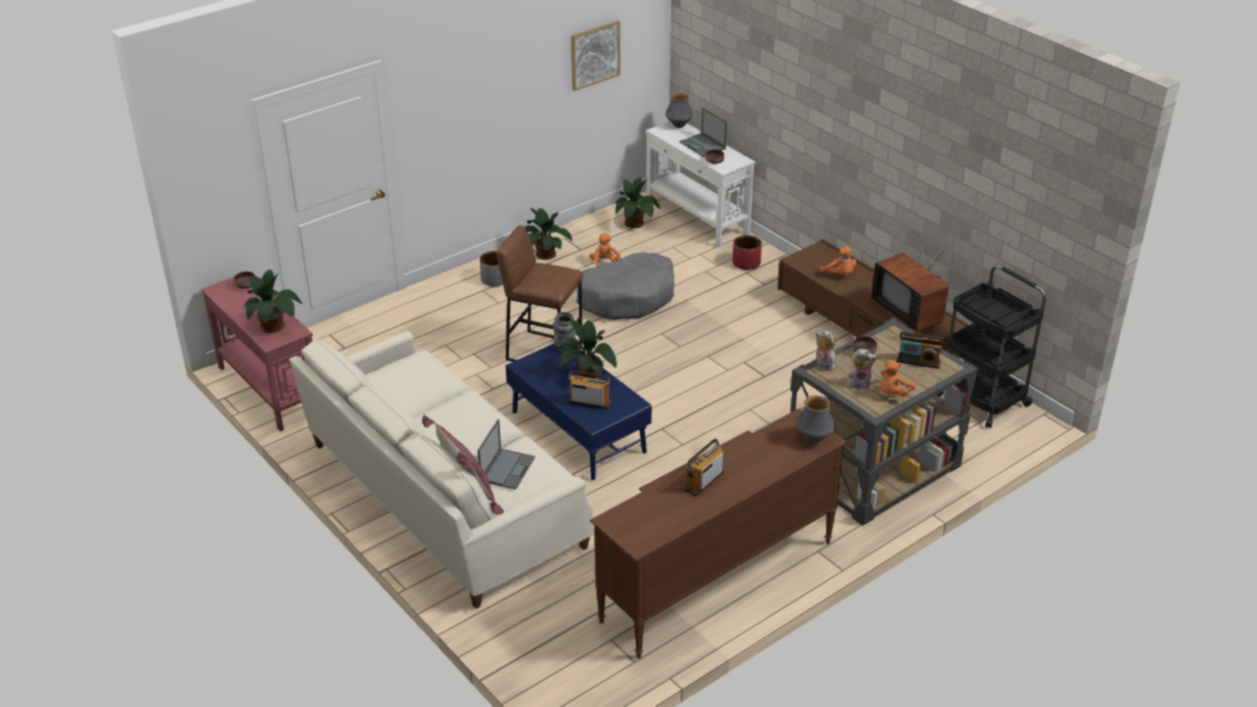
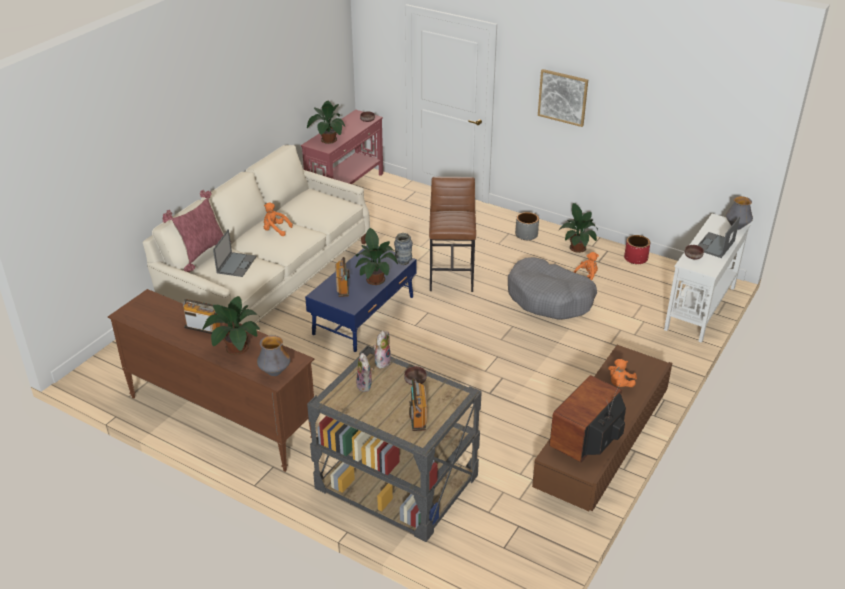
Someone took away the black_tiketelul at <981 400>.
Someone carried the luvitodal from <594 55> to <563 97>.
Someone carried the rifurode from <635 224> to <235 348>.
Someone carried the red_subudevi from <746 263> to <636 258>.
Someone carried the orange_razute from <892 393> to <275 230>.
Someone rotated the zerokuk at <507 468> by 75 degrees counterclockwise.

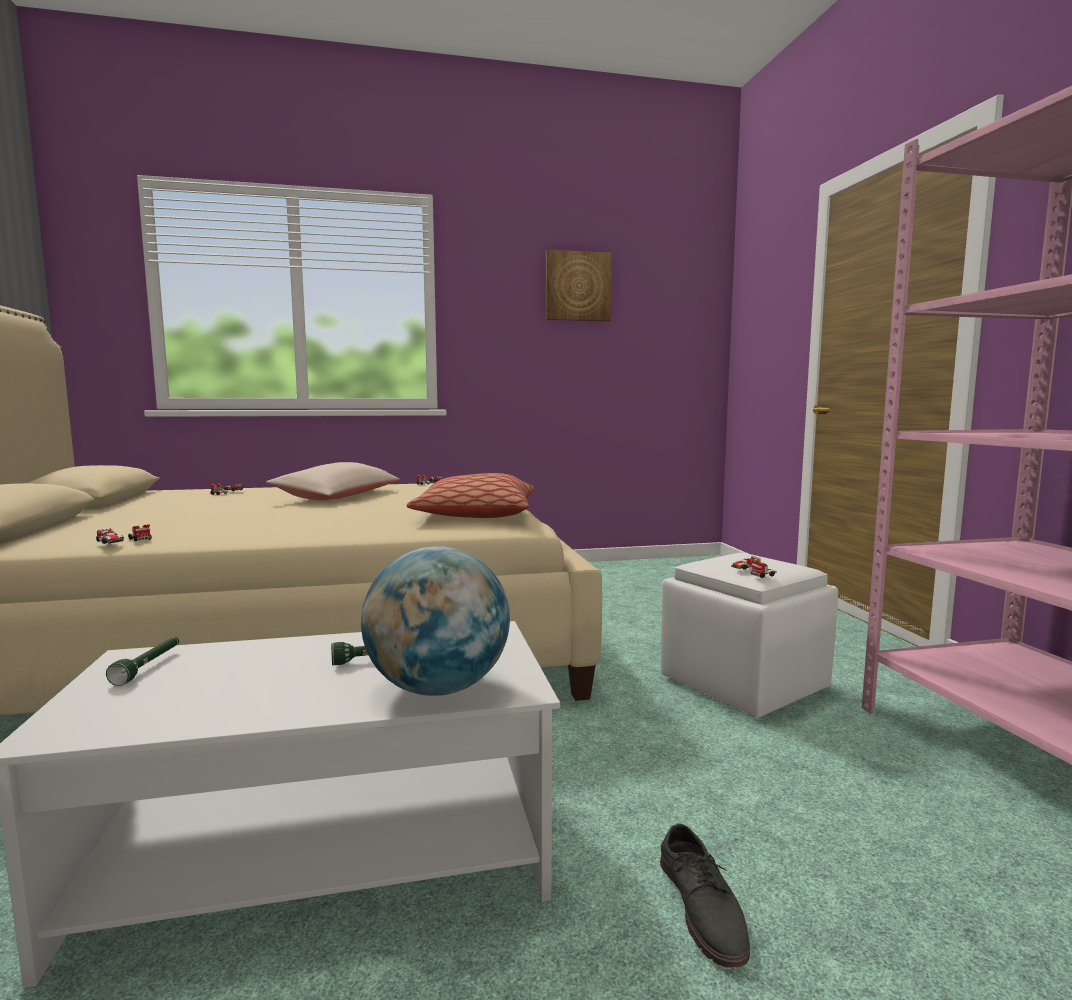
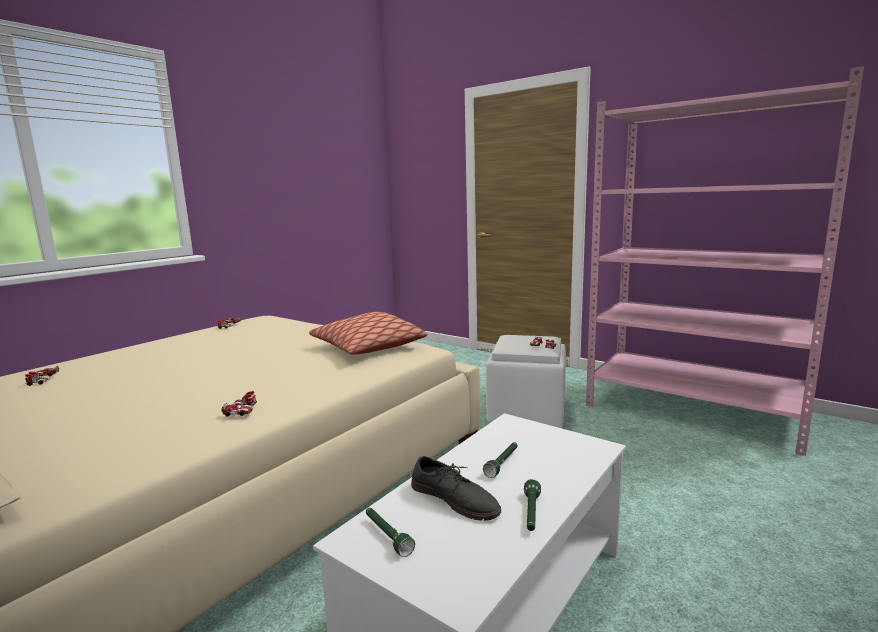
Someone took away the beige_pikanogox at <339 496>.
Someone took away the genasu at <437 689>.
Someone took away the luvitodal at <577 286>.
Someone put down the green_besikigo at <531 513>.
Someone carried the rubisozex from <125 542> to <242 410>.
Someone carried the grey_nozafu from <703 906> to <455 498>.

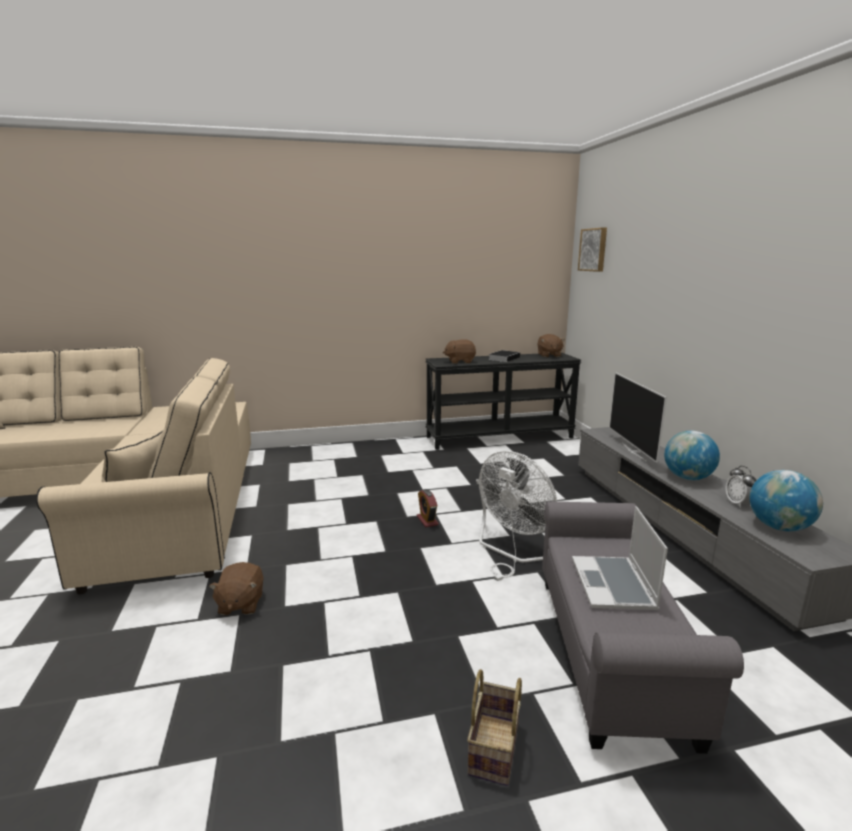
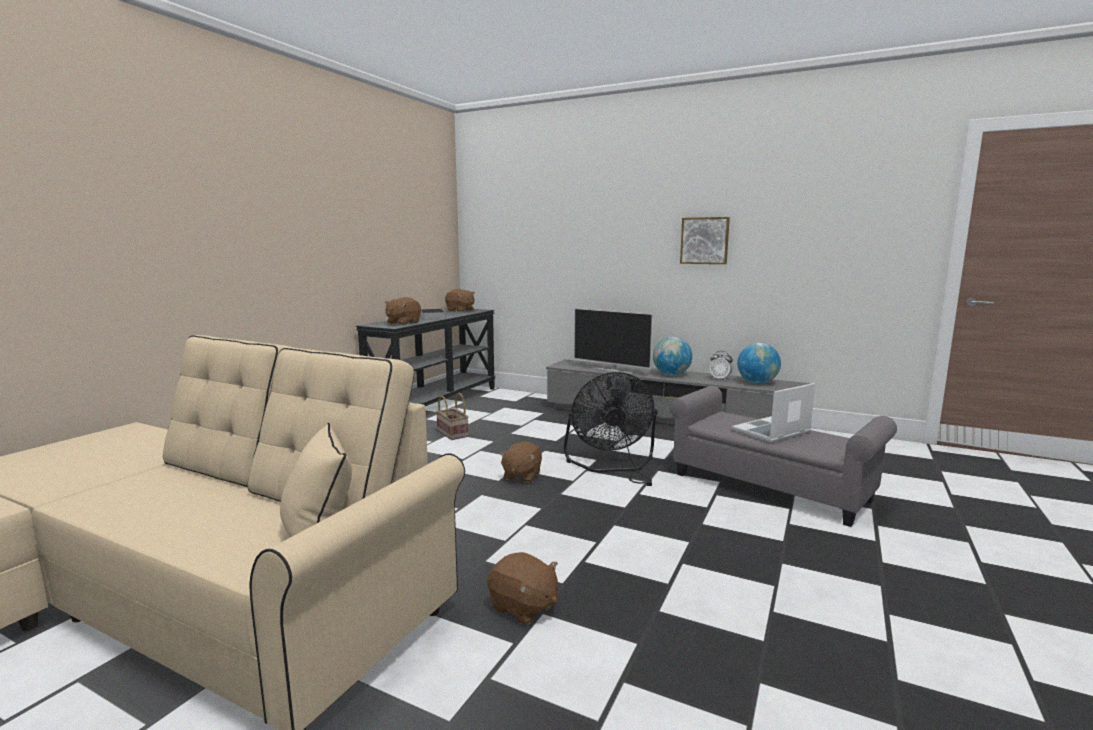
Someone carried the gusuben from <495 750> to <453 434>.
Someone carried the luvitodal from <593 250> to <704 240>.
Someone swapped the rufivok at <427 520> for the brown_razute at <521 476>.
Someone repainted the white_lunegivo at <510 550>, which became the black_lunegivo at <617 466>.
Someone rotated the zerokuk at <614 585> by 105 degrees clockwise.

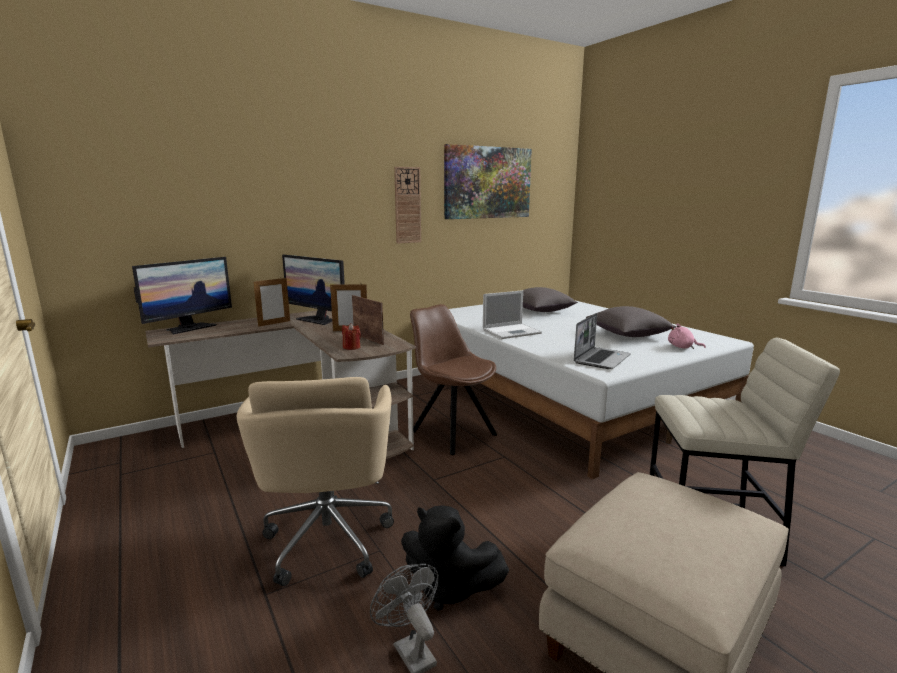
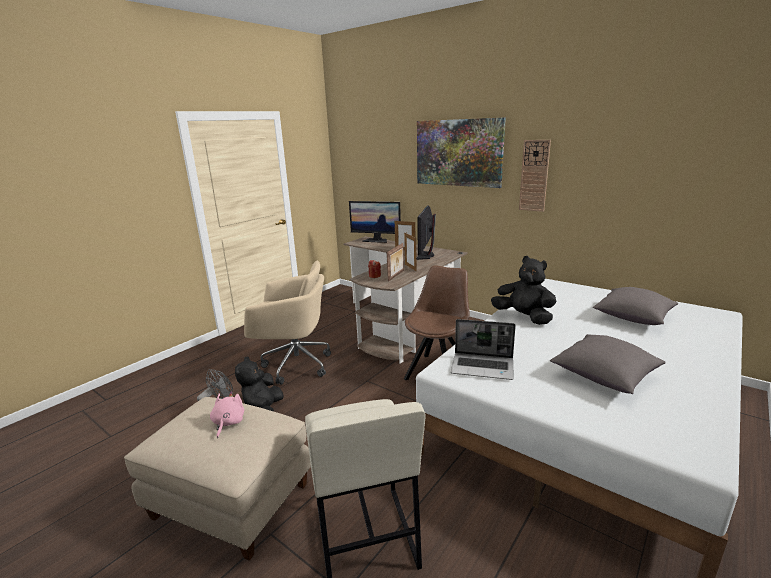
Someone carried the luvitodal from <488 183> to <458 153>.
Someone carried the pink_razute from <682 347> to <228 423>.
Someone swapped the zerokuk at <512 331> for the black_razute at <524 317>.
Someone rotated the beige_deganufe at <328 538> by 150 degrees counterclockwise.

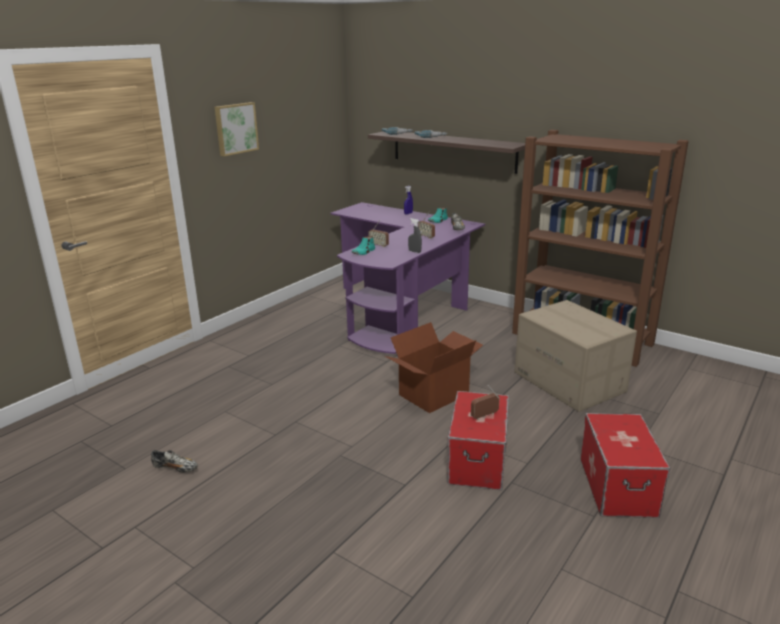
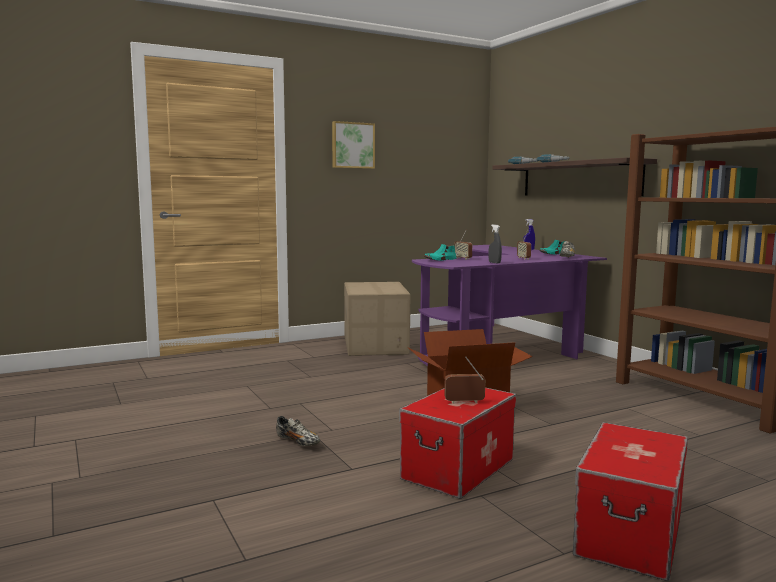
Someone carried the nozafu from <175 468> to <298 442>.
Someone carried the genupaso from <570 382> to <376 345>.

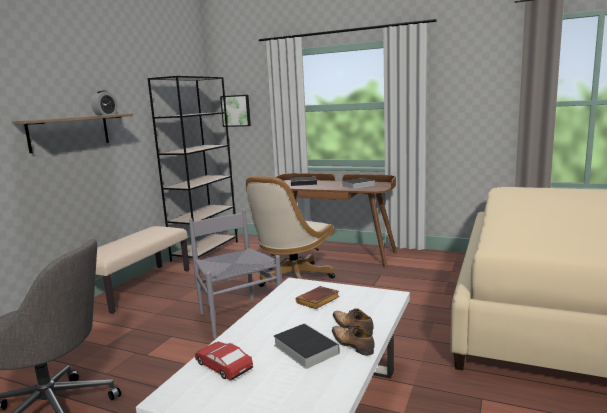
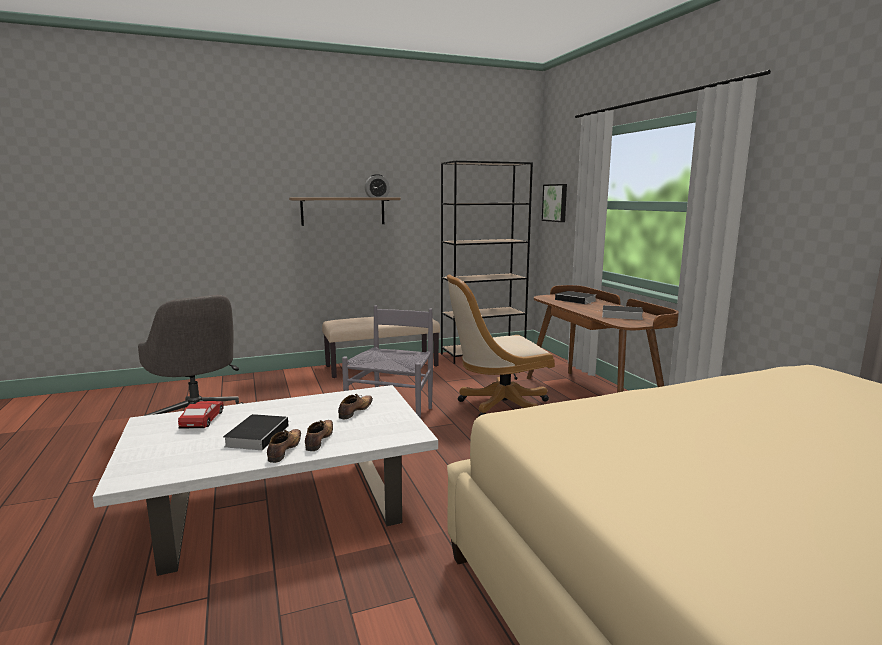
Someone swapped the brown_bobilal at <318 302> for the nozafu at <355 411>.

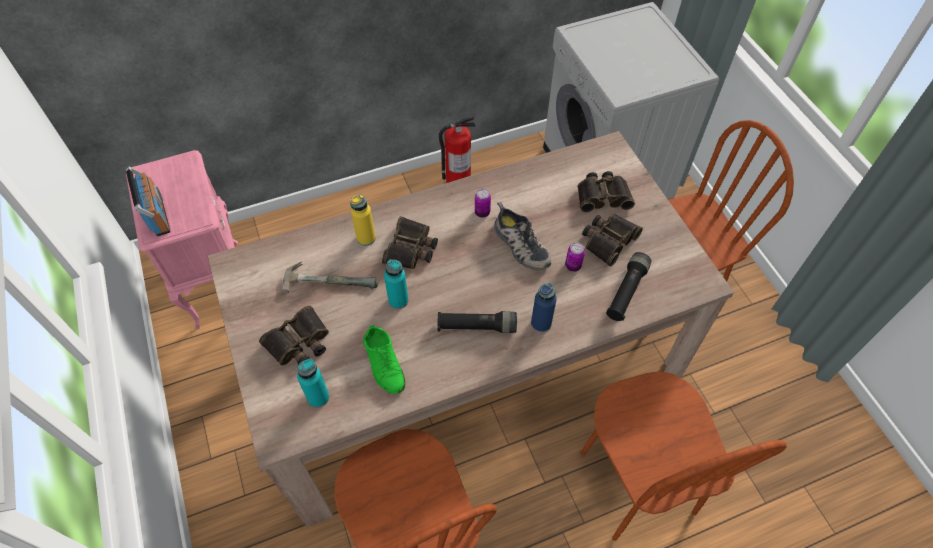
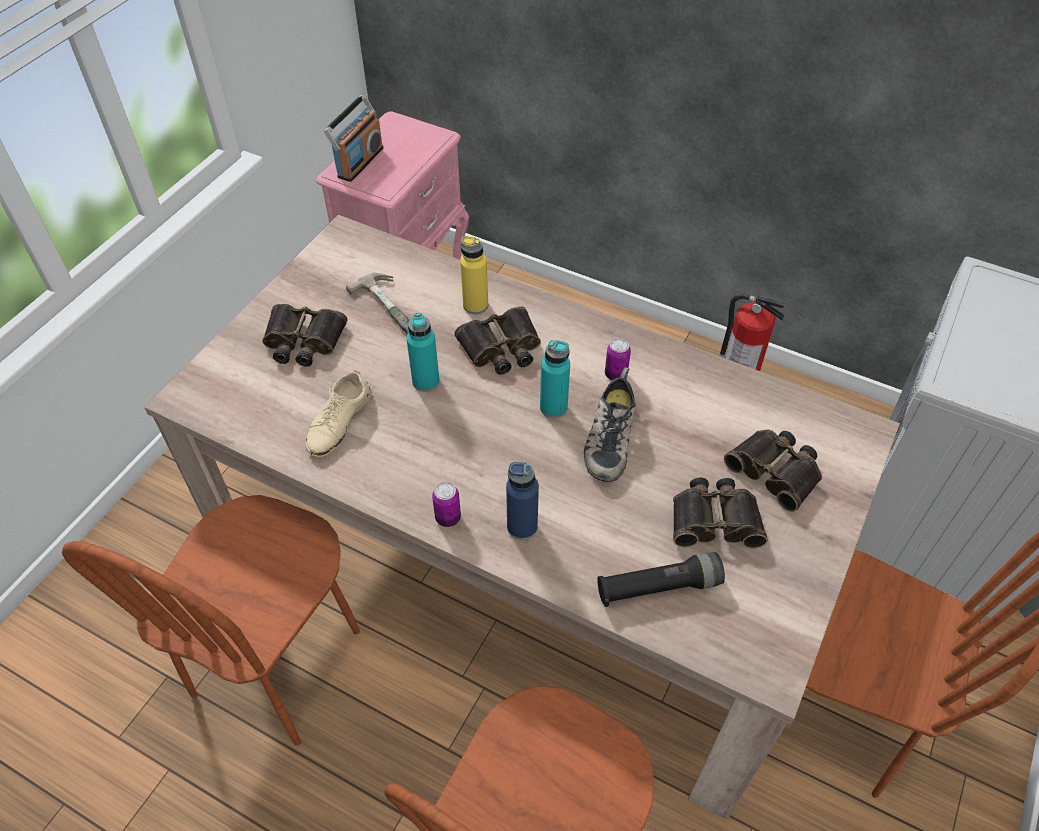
Someone took away the black_besikigo at <476 327>.
Someone carried the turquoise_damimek from <318 397> to <553 407>.
Someone carried the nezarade from <573 266> to <448 518>.
Someone repainted the green_nozafu at <384 363>, which became the beige_nozafu at <339 421>.

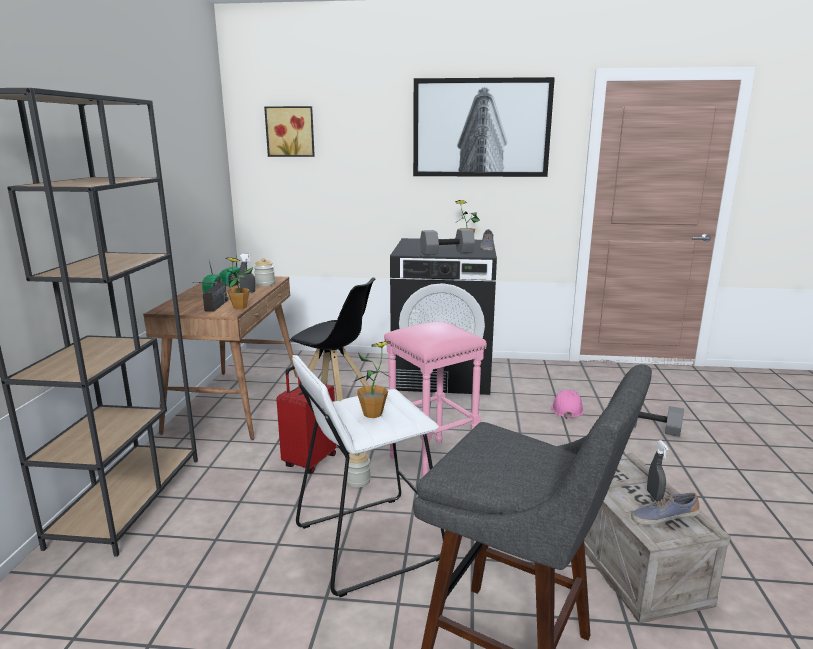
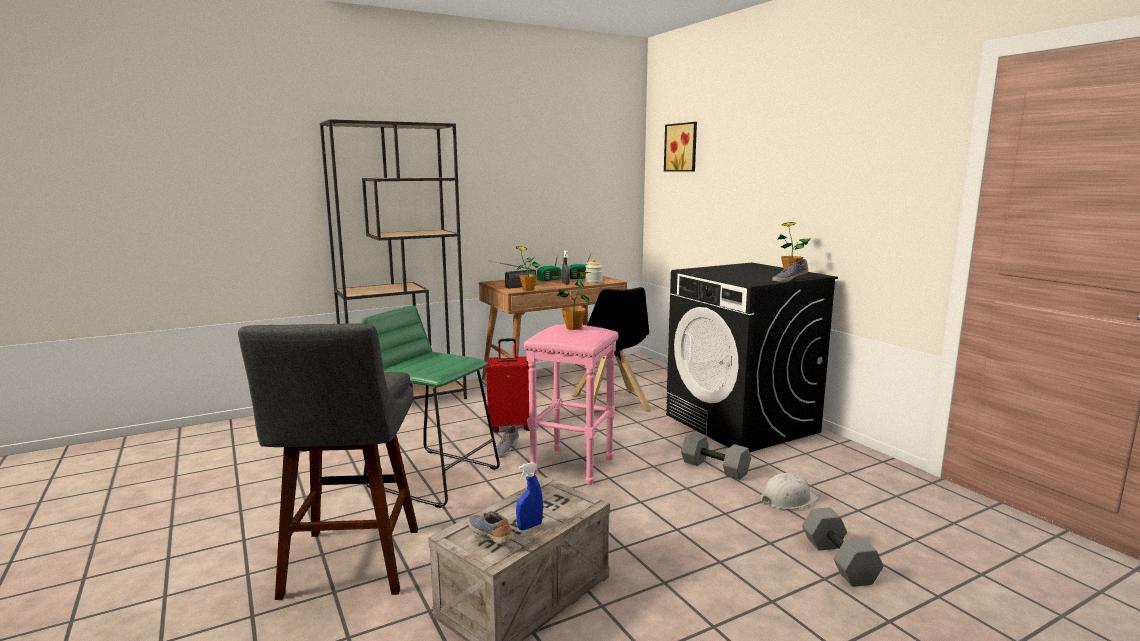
Someone took away the luvitodal at <481 128>.
Someone carried the rifurode from <373 414> to <573 328>.
Someone carried the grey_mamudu from <446 253> to <713 468>.
Someone swapped the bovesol at <358 480> for the nozafu at <506 449>.
Someone repainted the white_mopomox at <368 541>, which became the green_mopomox at <434 476>.
Someone repainted the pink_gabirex at <567 409>, which became the white_gabirex at <787 499>.
Someone repainted the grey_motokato at <654 496>, which became the blue_motokato at <529 526>.

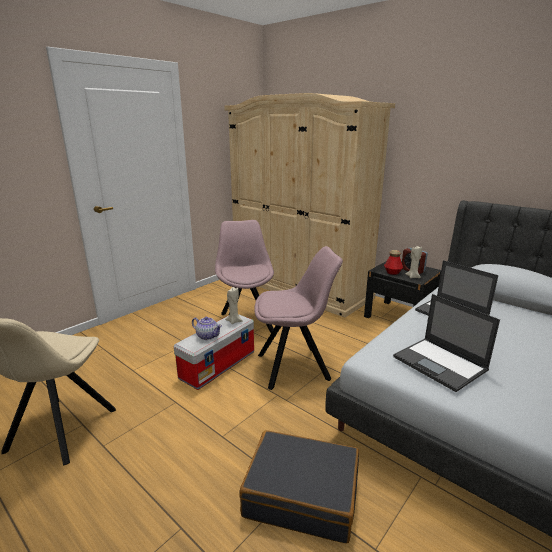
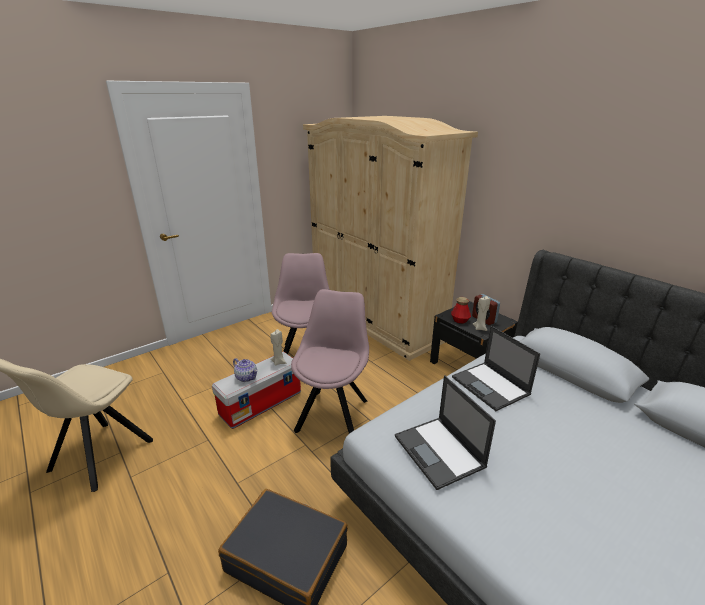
Someone rotated the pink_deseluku at <294 367> by 75 degrees counterclockwise.

